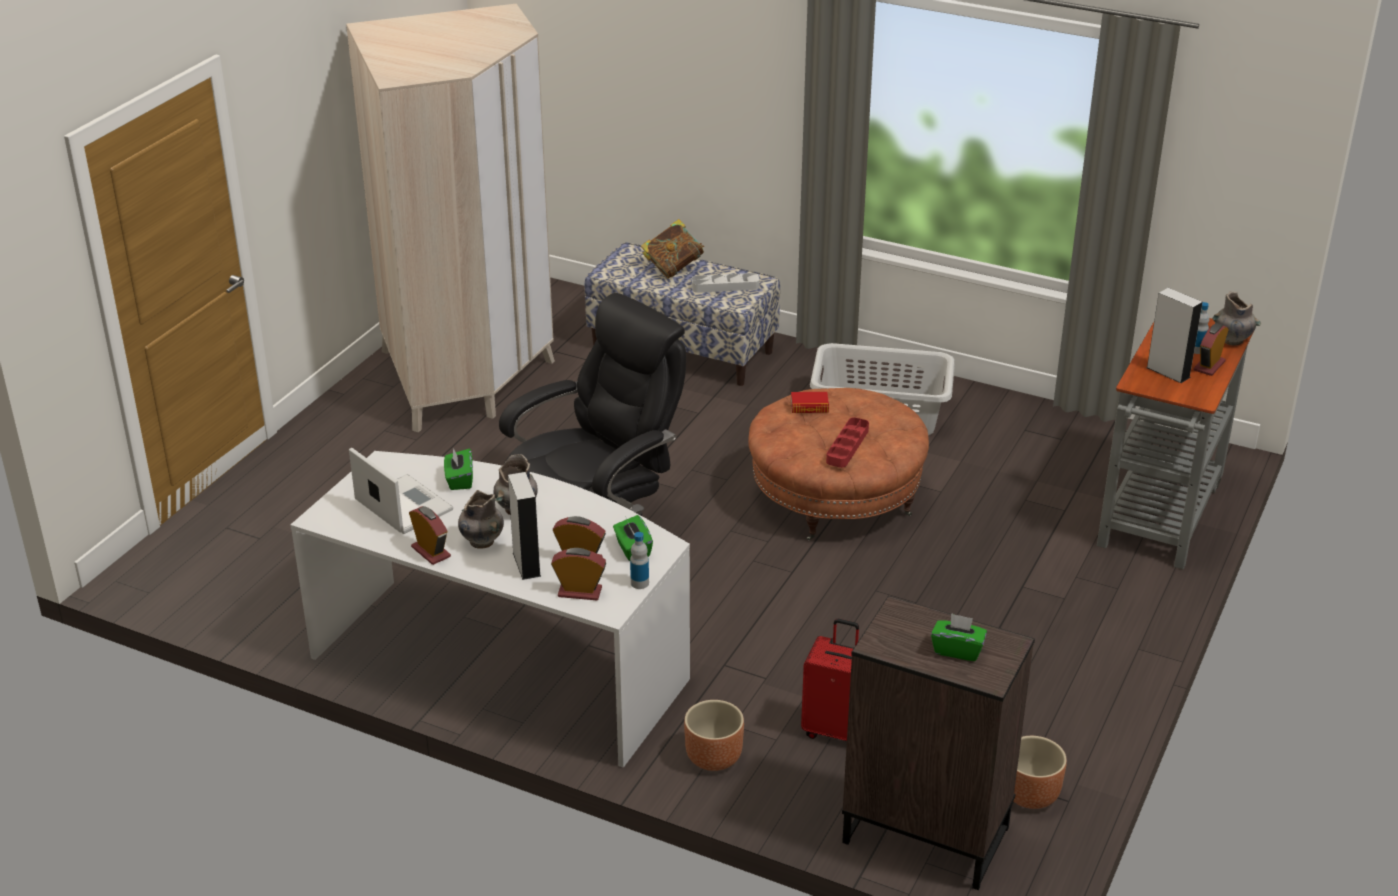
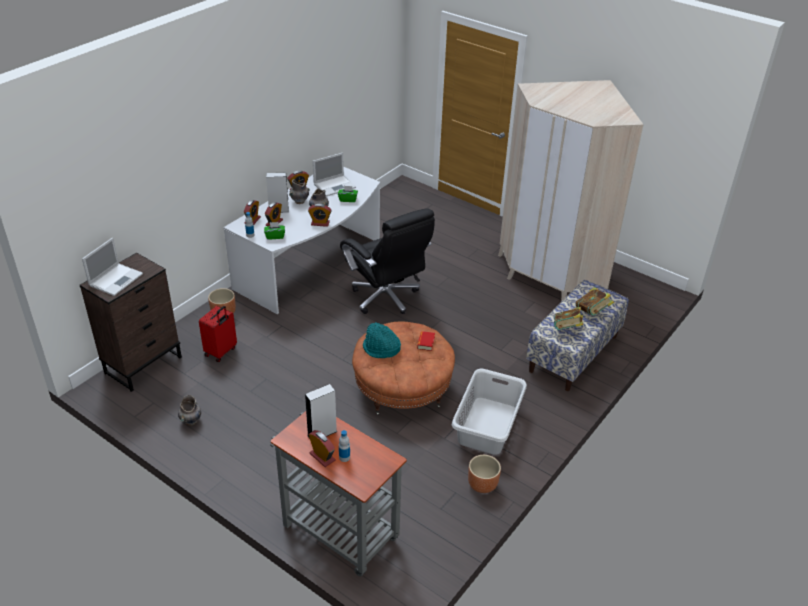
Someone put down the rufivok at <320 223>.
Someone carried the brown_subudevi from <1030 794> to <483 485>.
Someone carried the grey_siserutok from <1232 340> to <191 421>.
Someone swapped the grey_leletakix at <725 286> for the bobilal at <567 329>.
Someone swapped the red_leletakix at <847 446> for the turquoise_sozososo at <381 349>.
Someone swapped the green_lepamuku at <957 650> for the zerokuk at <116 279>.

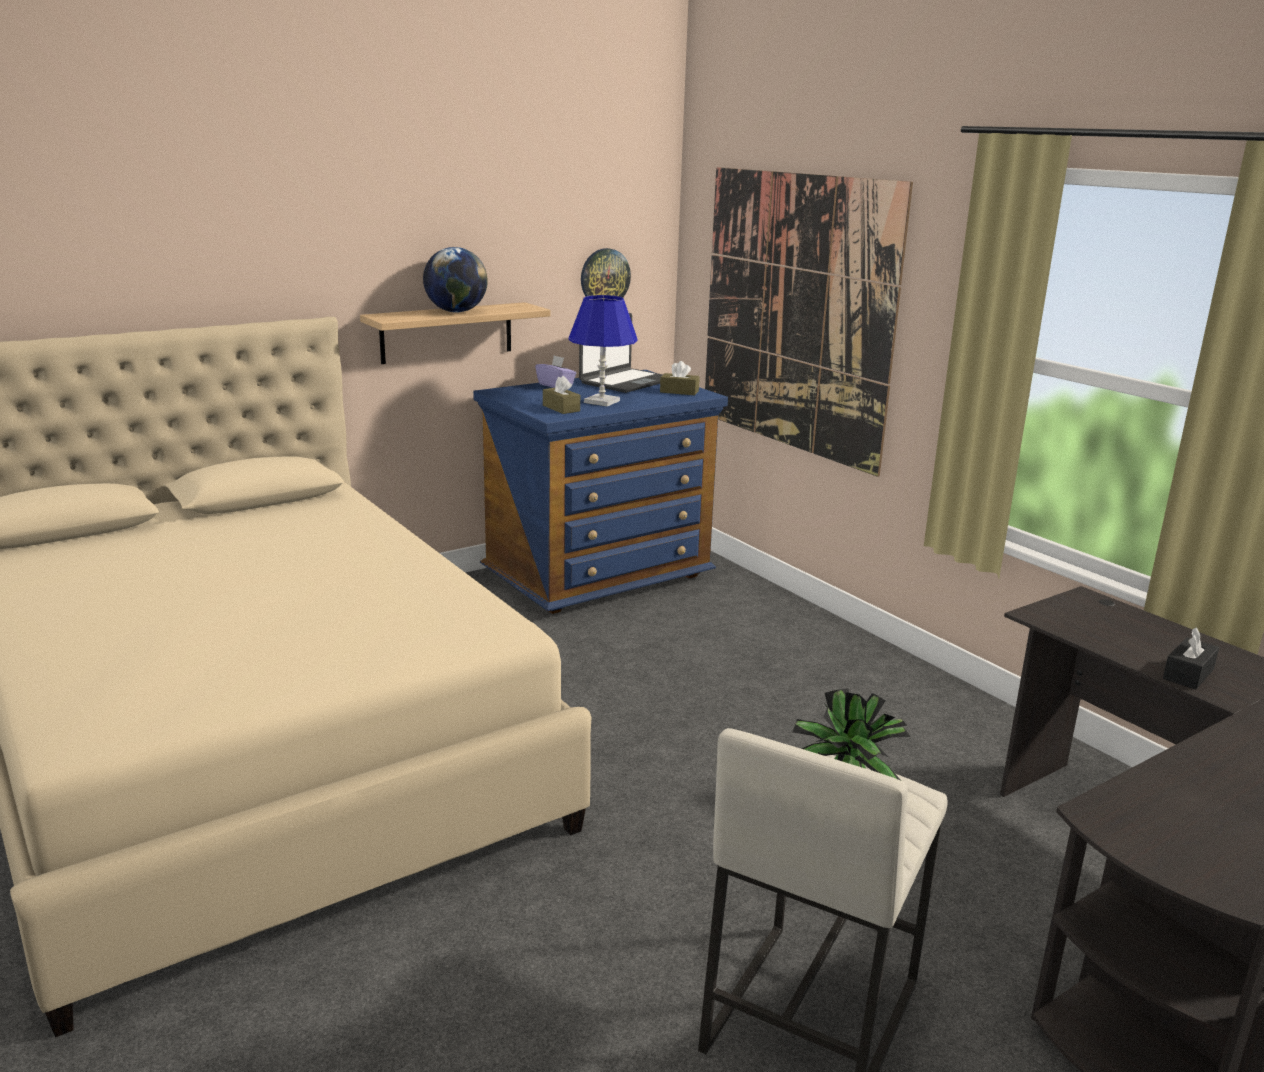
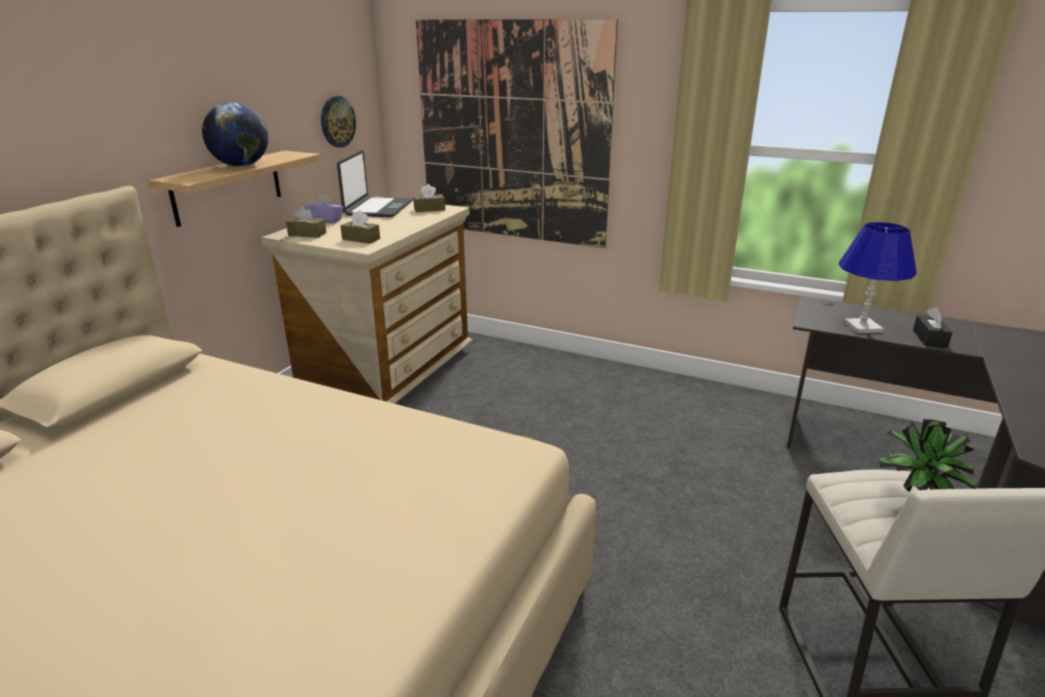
Someone put down the brown_lepamuku at <307 234>.
Someone carried the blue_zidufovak from <602 401> to <862 327>.
Someone repainted the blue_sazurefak at <598 575>, which became the beige_sazurefak at <388 369>.

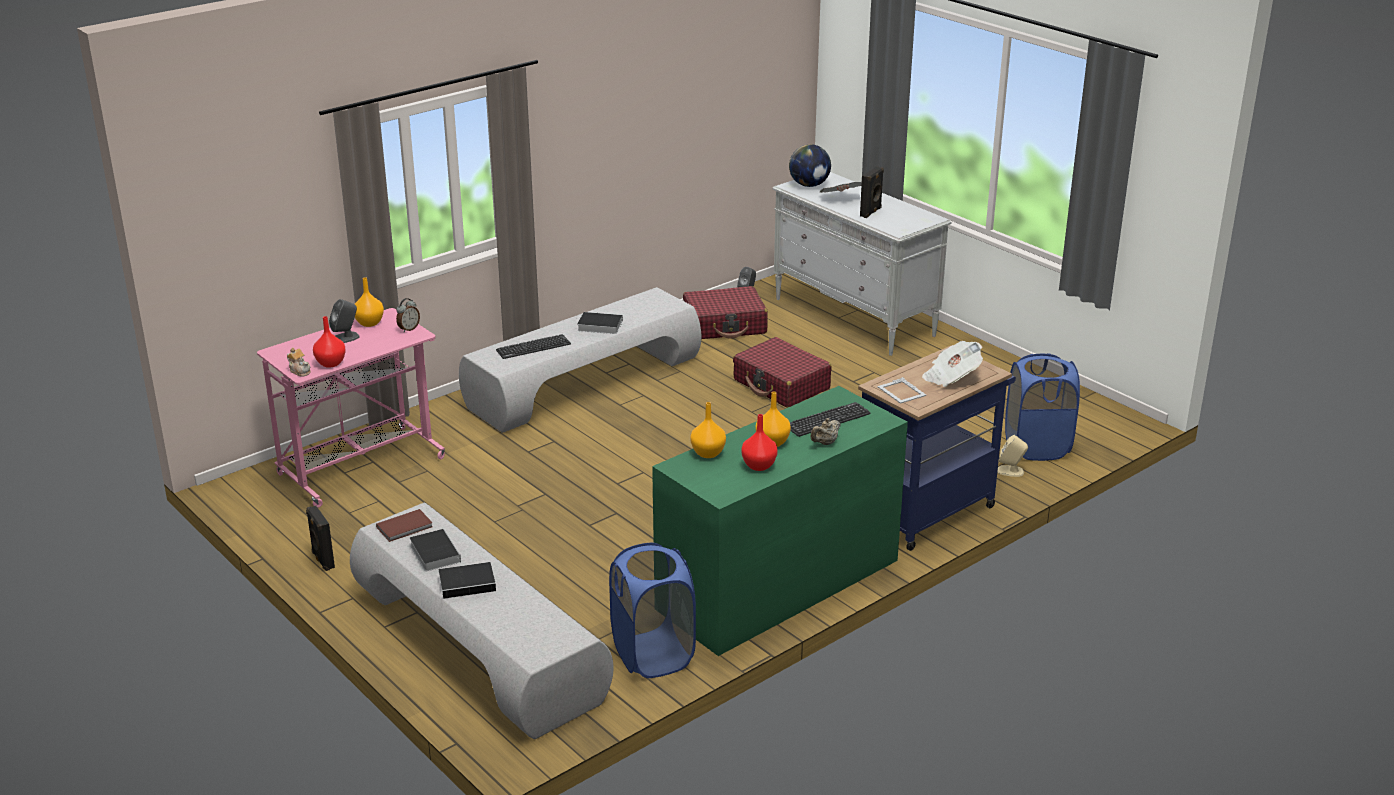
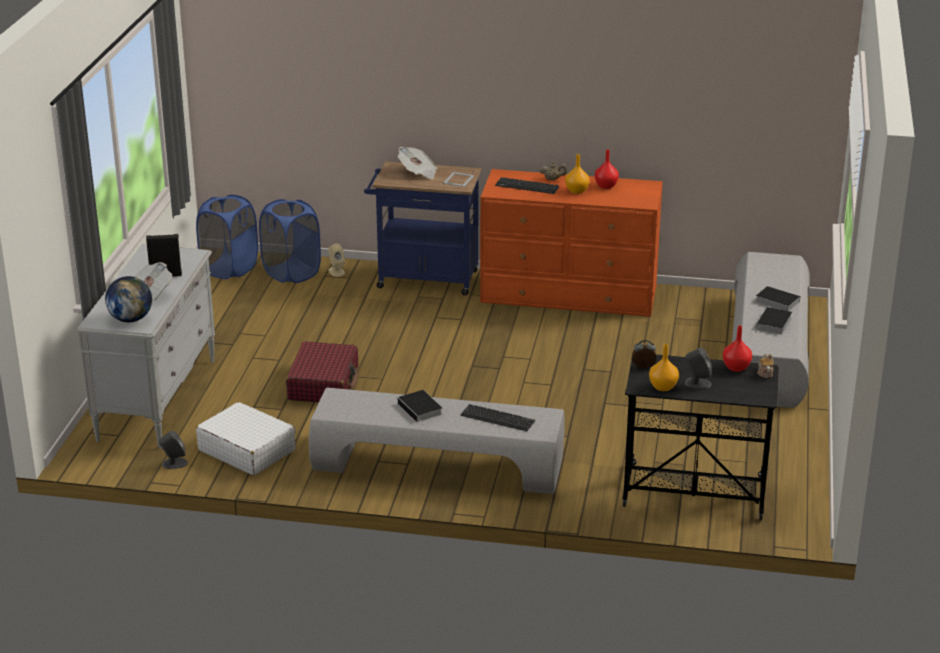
Someone took away the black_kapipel at <322 560>.
Someone took away the brown_bobilal at <406 527>.
Someone took away the orange_siserutok at <708 453>.
Someone carried the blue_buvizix from <653 655> to <229 268>.
Someone repainted the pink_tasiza at <361 466>, which became the black_tasiza at <693 492>.
Someone repainted the green_sazurefak at <777 584>, which became the orange_sazurefak at <569 294>.
Someone repainted the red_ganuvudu at <725 325>, which became the white_ganuvudu at <246 450>.

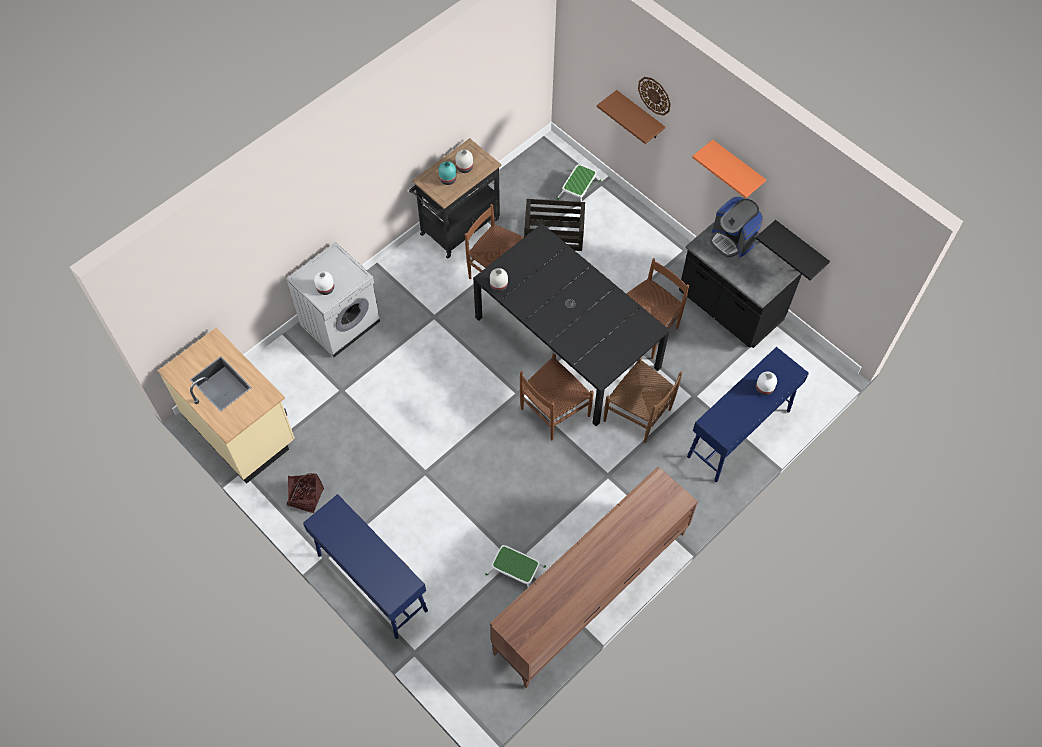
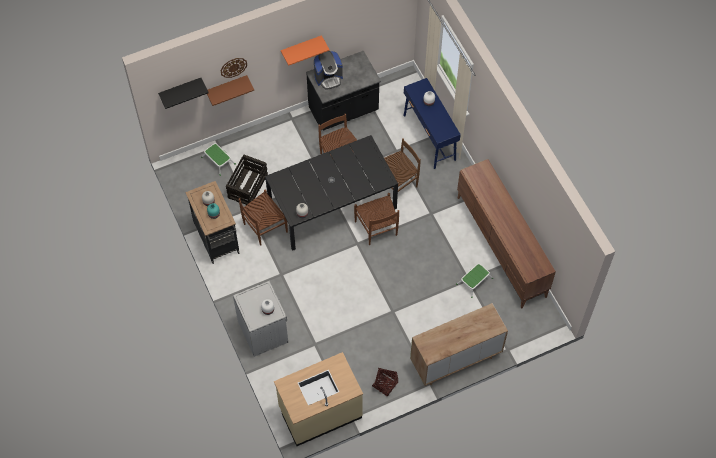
Someone carried the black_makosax from <799 247> to <180 90>.
Someone swapped the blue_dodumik at <372 582> for the sazurefak at <455 360>.

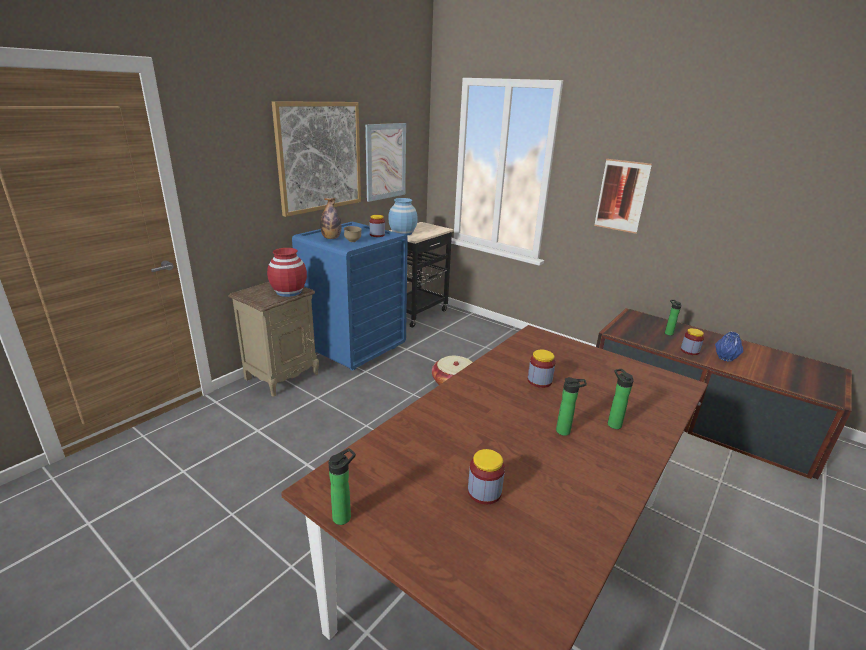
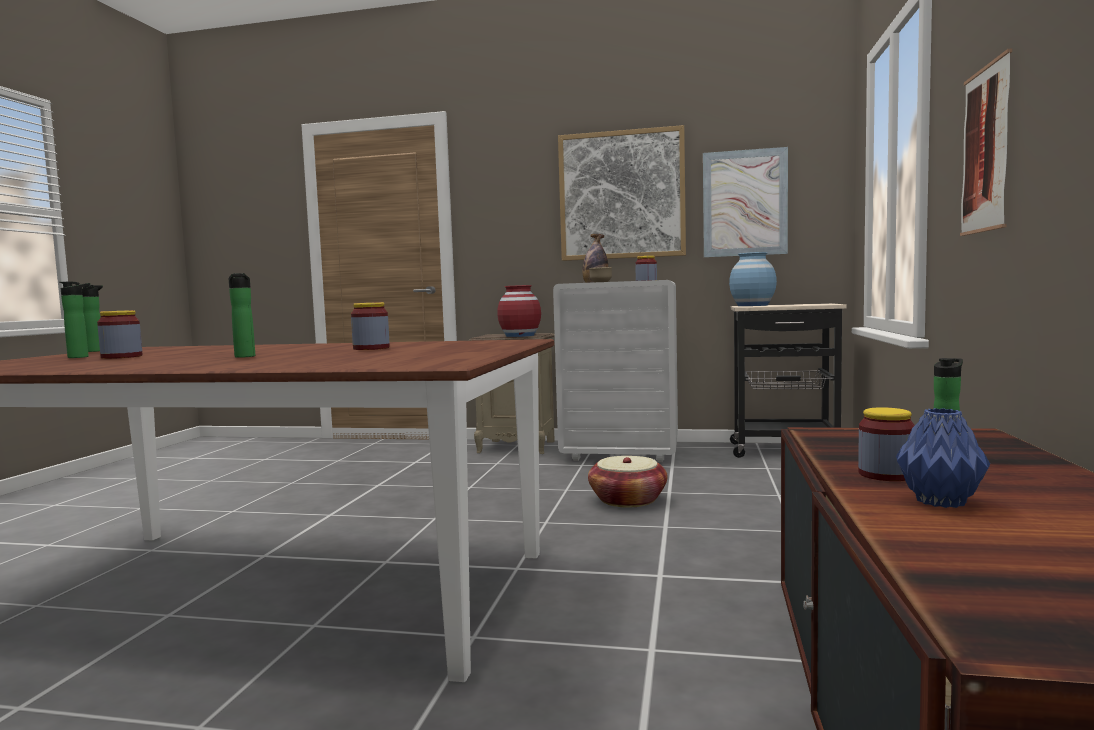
Someone carried the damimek from <612 423> to <81 357>.
Someone repainted the blue_sazurefak at <354 349>, which became the grey_sazurefak at <622 452>.

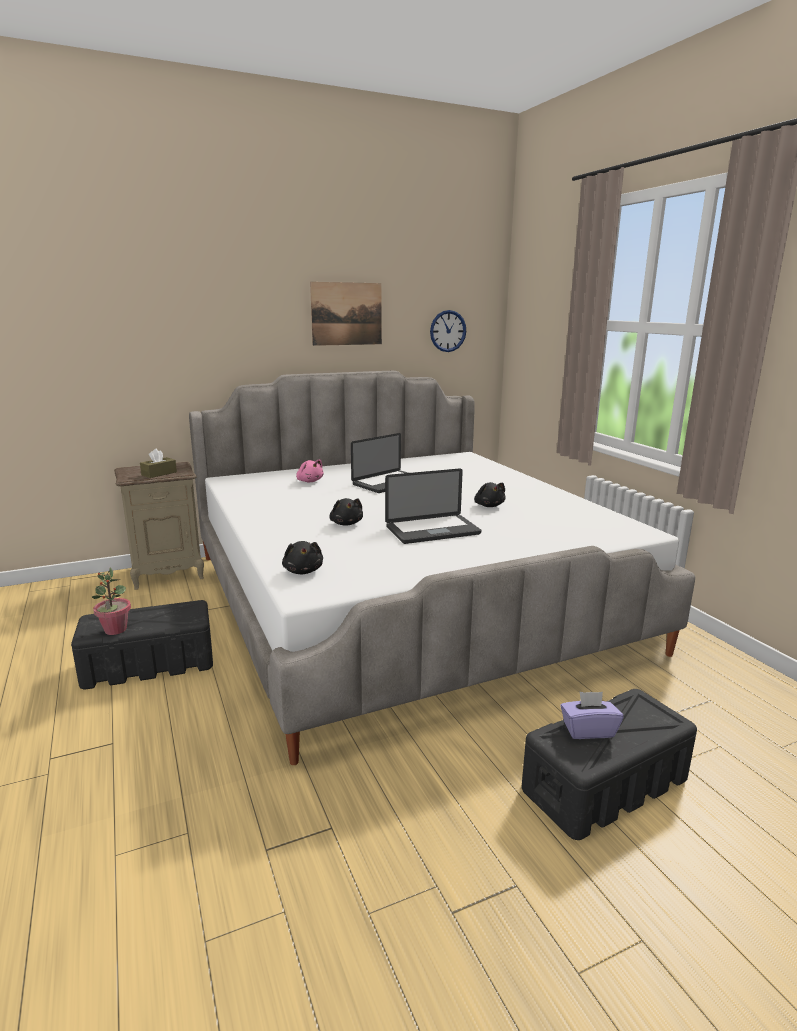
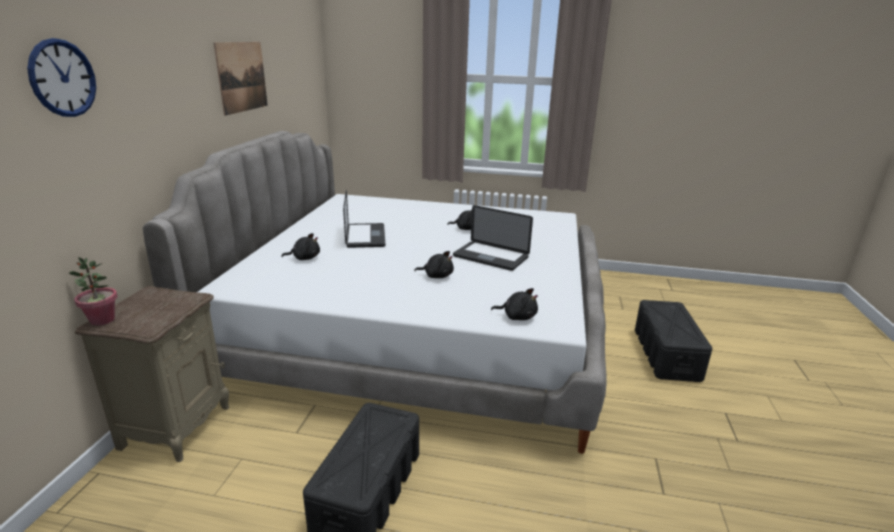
Someone took away the brown_lepamuku at <159 473>.
Someone took away the purple_lepamuku at <588 730>.
Someone carried the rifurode from <115 630> to <102 320>.
Someone carried the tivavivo from <448 331> to <62 78>.
Someone repainted the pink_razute at <309 481>, which became the black_razute at <304 258>.
Someone rotated the zerokuk at <432 531> by 105 degrees clockwise.

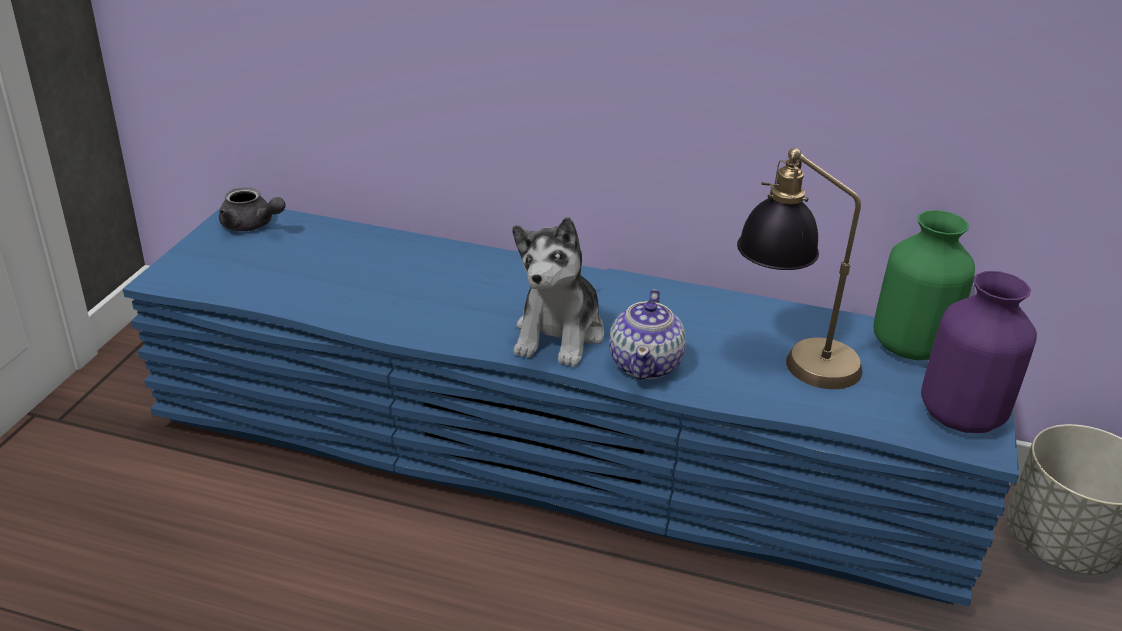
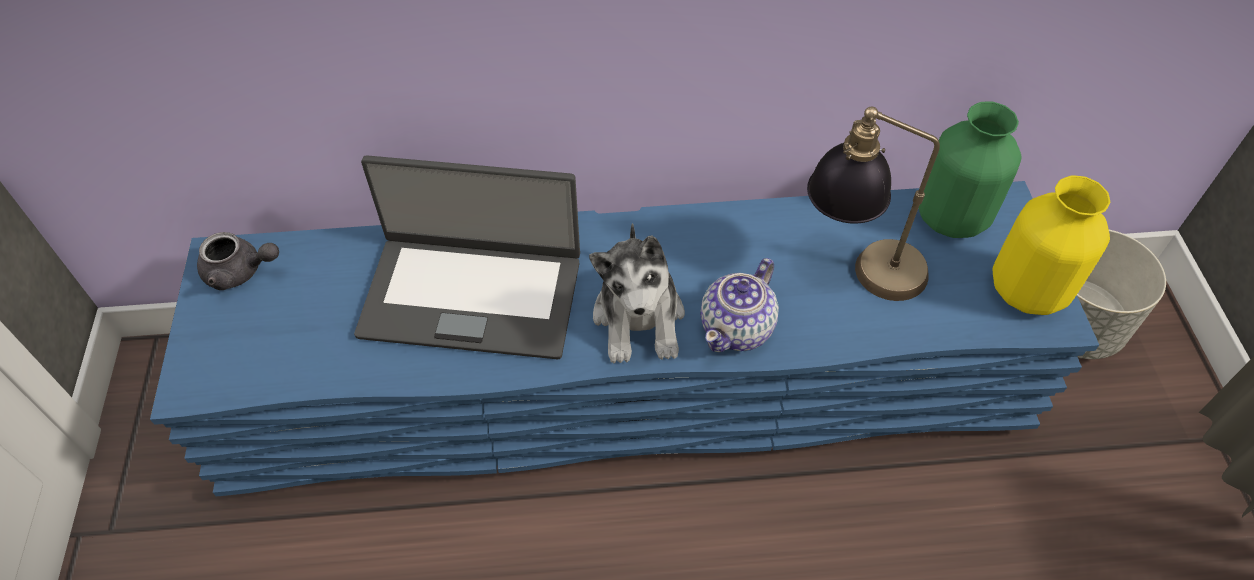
Someone put down the zerokuk at <472 295>.
Someone repainted the purple_siserutok at <959 415>, which became the yellow_siserutok at <1026 291>.
Someone rotated the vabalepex at <646 364> by 45 degrees clockwise.

